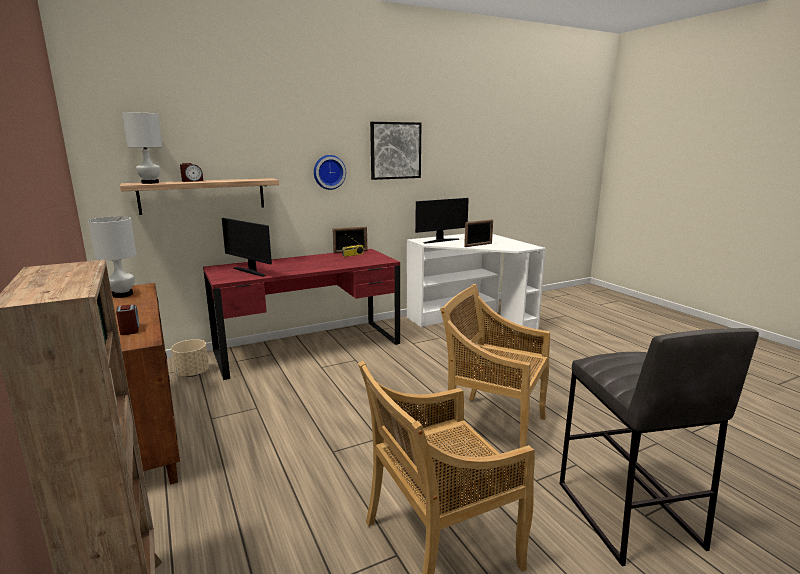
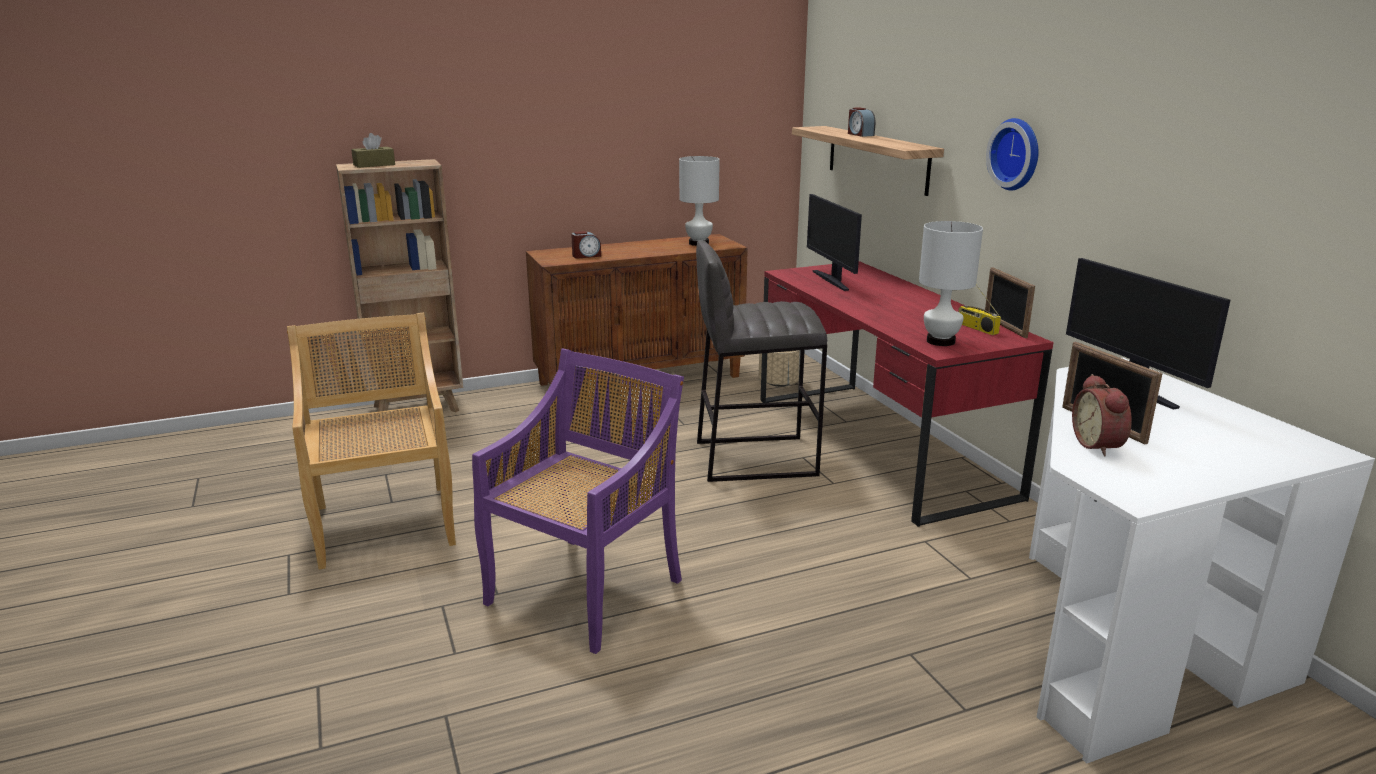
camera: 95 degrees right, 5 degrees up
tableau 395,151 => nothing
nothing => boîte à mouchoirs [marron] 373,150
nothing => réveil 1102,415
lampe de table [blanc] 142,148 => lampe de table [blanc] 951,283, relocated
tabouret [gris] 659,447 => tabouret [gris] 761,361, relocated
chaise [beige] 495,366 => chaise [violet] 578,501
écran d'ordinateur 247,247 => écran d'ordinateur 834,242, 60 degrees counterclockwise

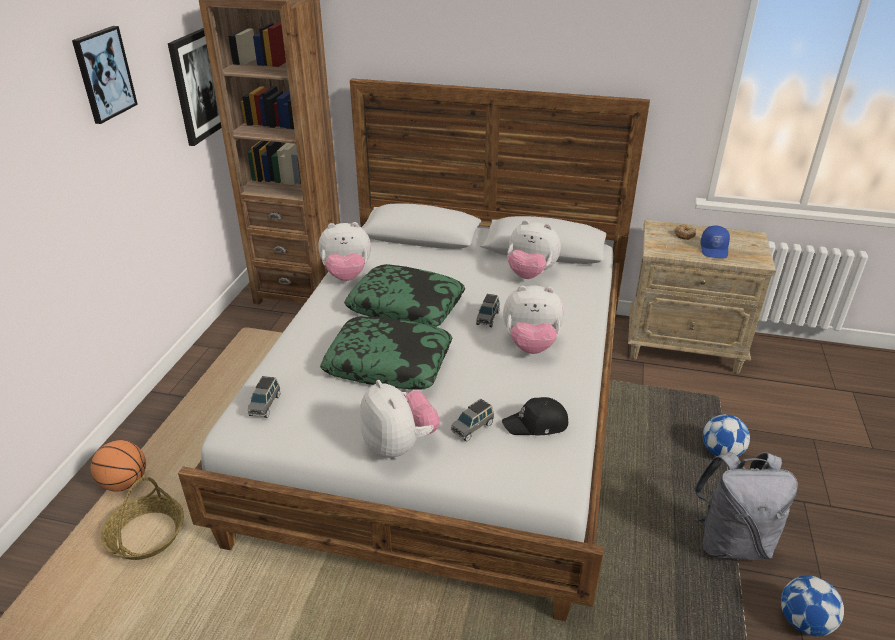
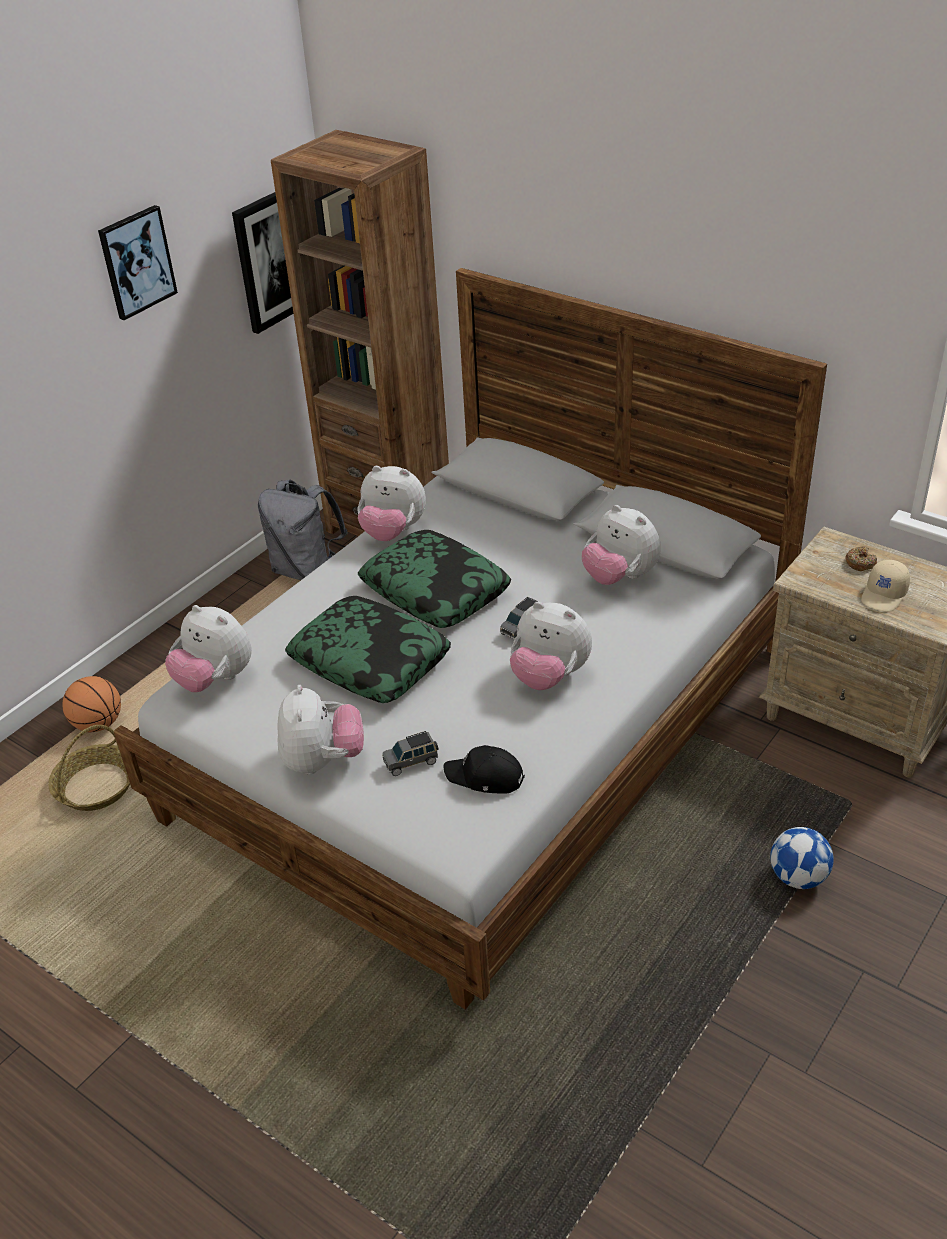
camera: 25 degrees right, 5 degrees up
ballon de foot 812,606 => nothing
sac à dos [gris] 745,506 => sac à dos [gris] 303,530, relocated
petite voiture [gris] 264,397 => peluche 208,648
casquette [bleu] 715,242 => casquette [beige] 885,586

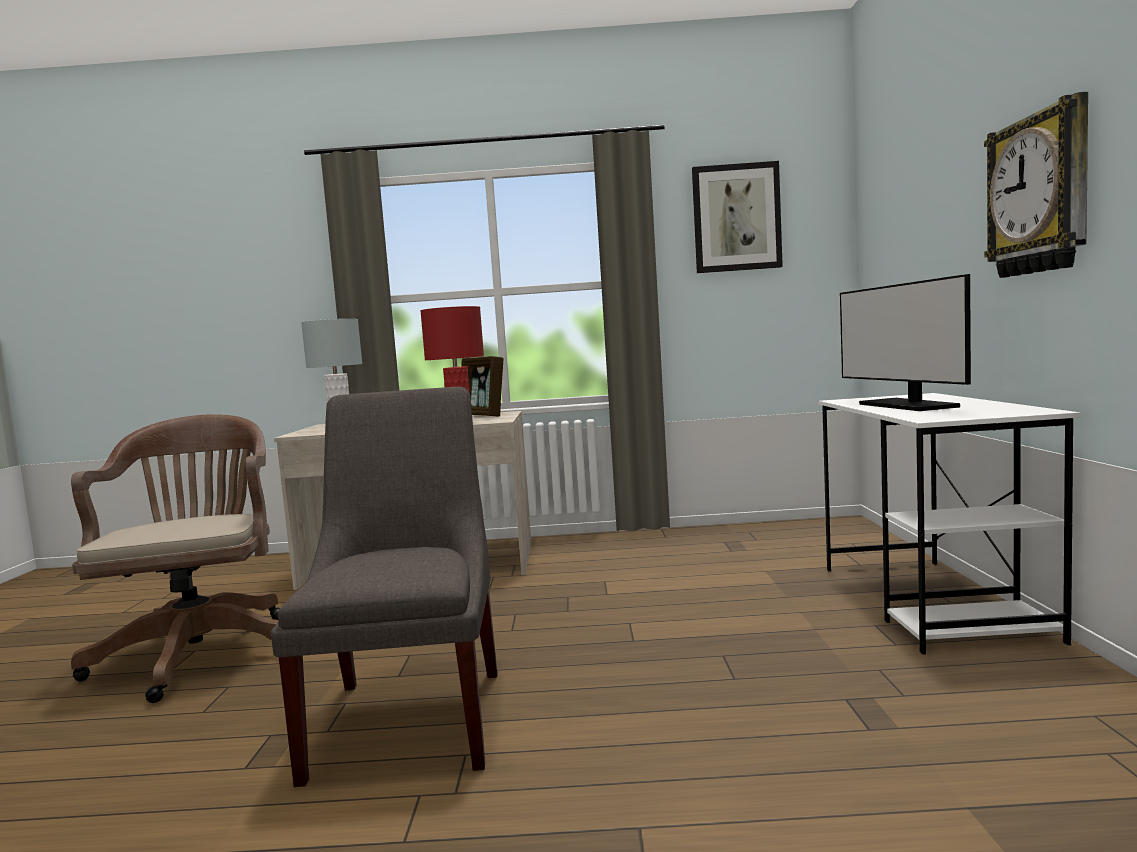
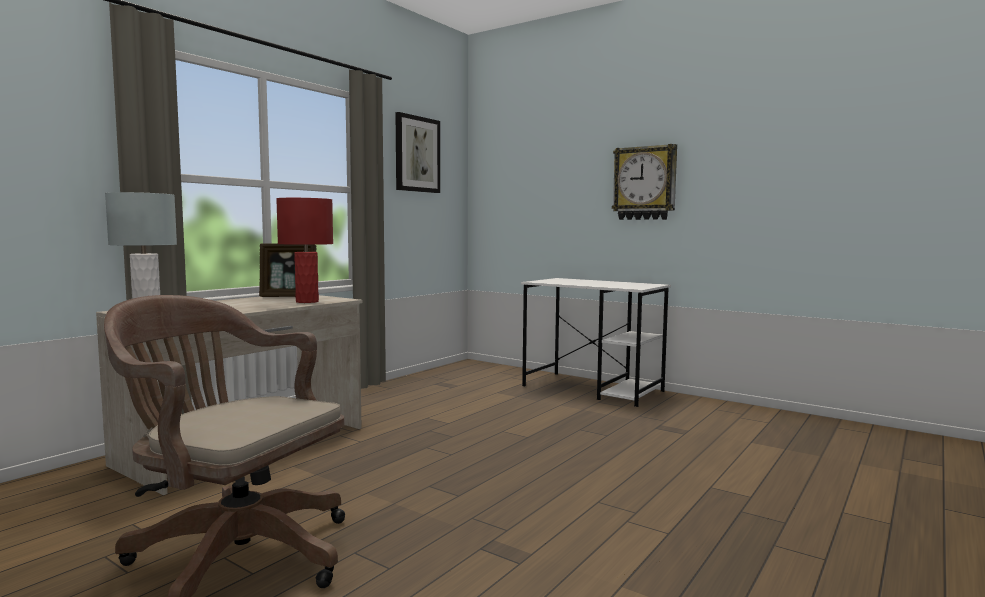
camera: 55 degrees left, 0 degrees up
chaise [gris] 384,586 => nothing
écran d'ordinateur 905,342 => nothing

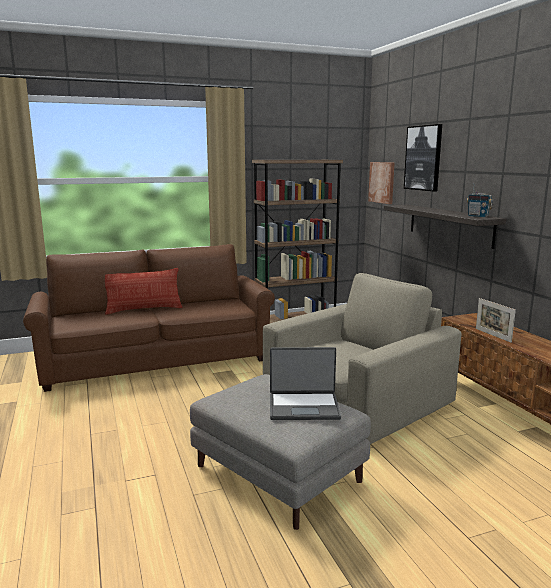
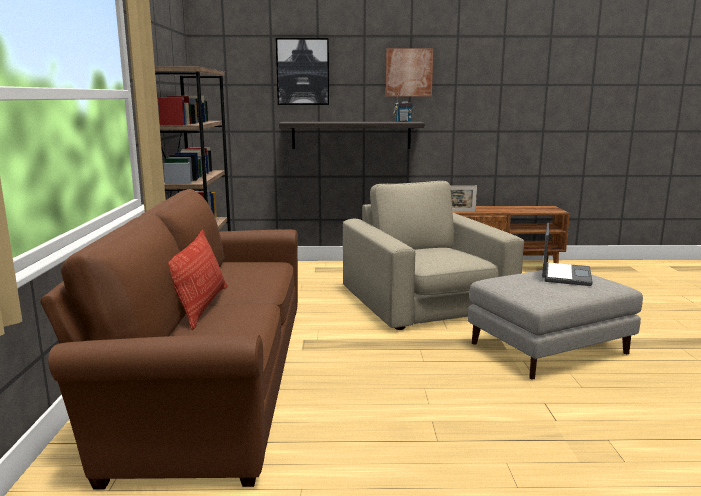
camera: 70 degrees left, 0 degrees up
tableau 381,183 => tableau 409,72, relocated

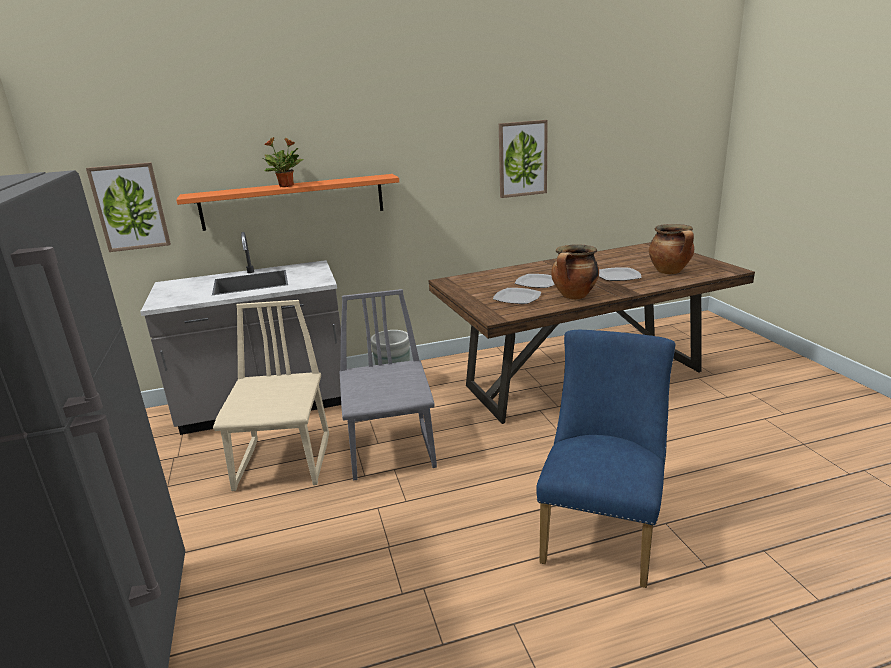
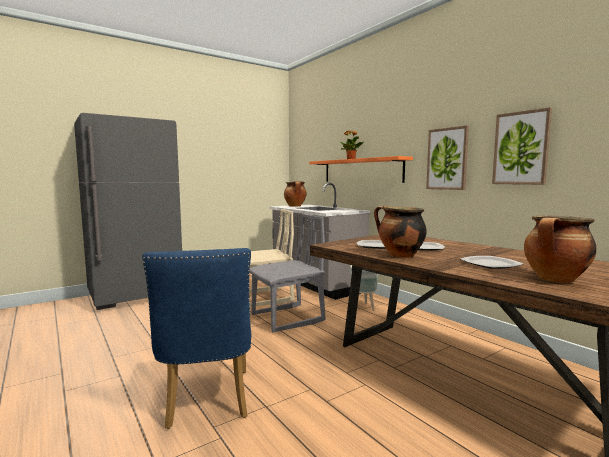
camera: 70 degrees right, 15 degrees down
nothing => marmite 295,194
tableau 128,207 => tableau 447,157, relocated
chaise [bleu] 605,459 => chaise [bleu] 196,338, 75 degrees clockwise

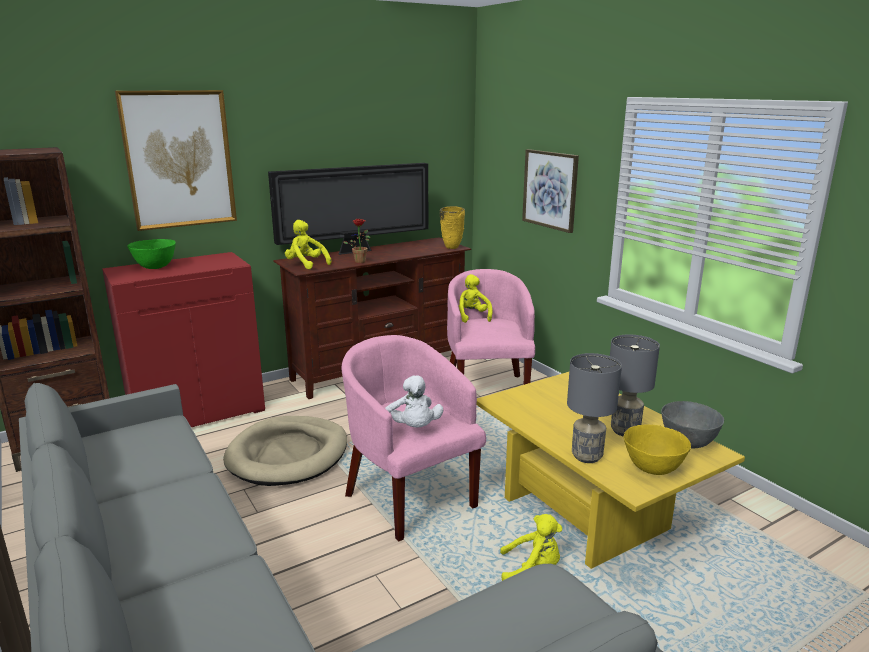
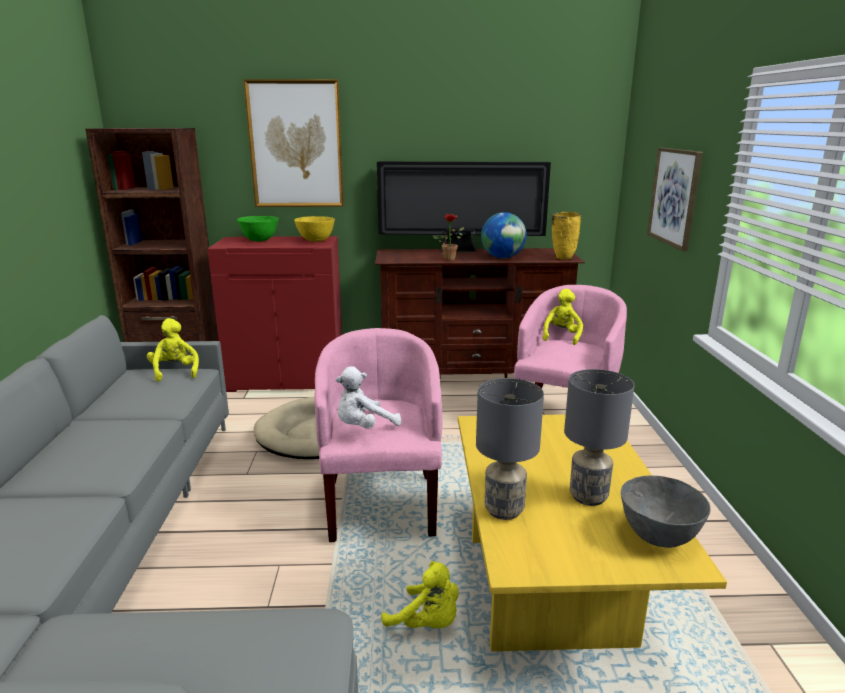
camera: 30 degrees right, 0 degrees up
nothing => globe 504,235
peluche [jaune] 308,244 => peluche [jaune] 173,350, relocated
bol [jaune] 657,450 => bol [jaune] 314,229, relocated
peluche [blanc] 414,401 => peluche [blanc] 369,398, 45 degrees clockwise

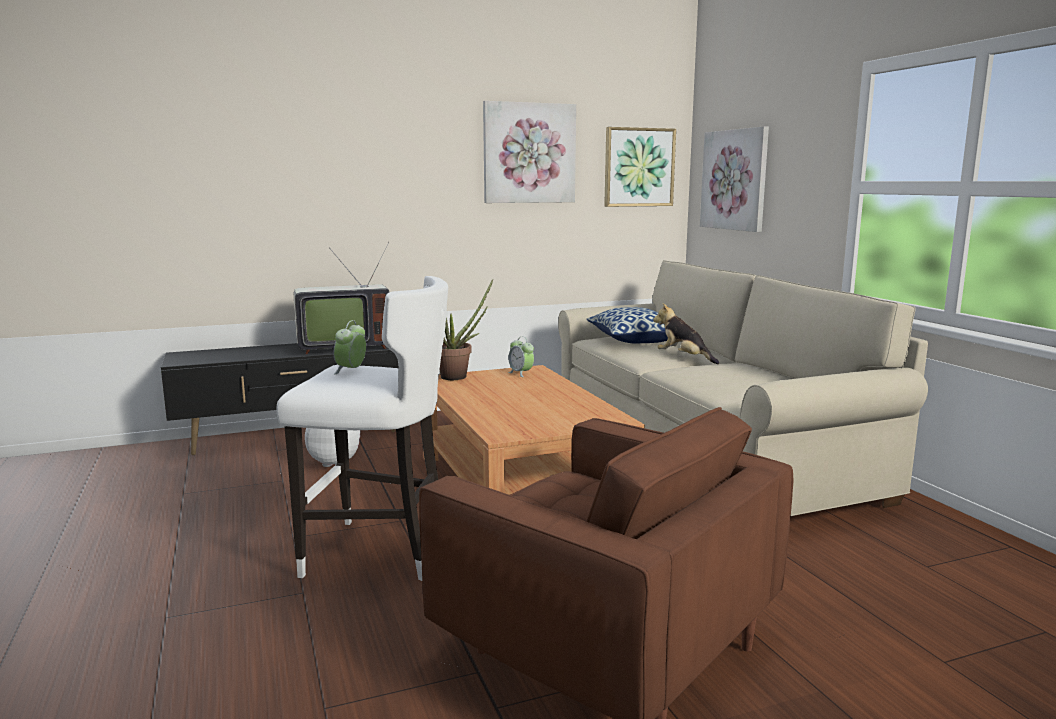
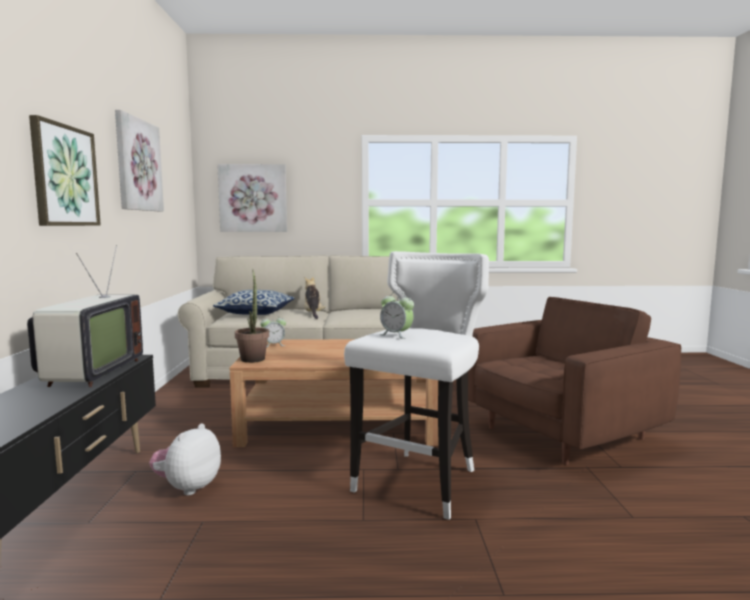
camera: 70 degrees left, 5 degrees down
tableau 640,167 => tableau 65,170, relocated
peluche 686,333 => peluche 315,298, 105 degrees clockwise

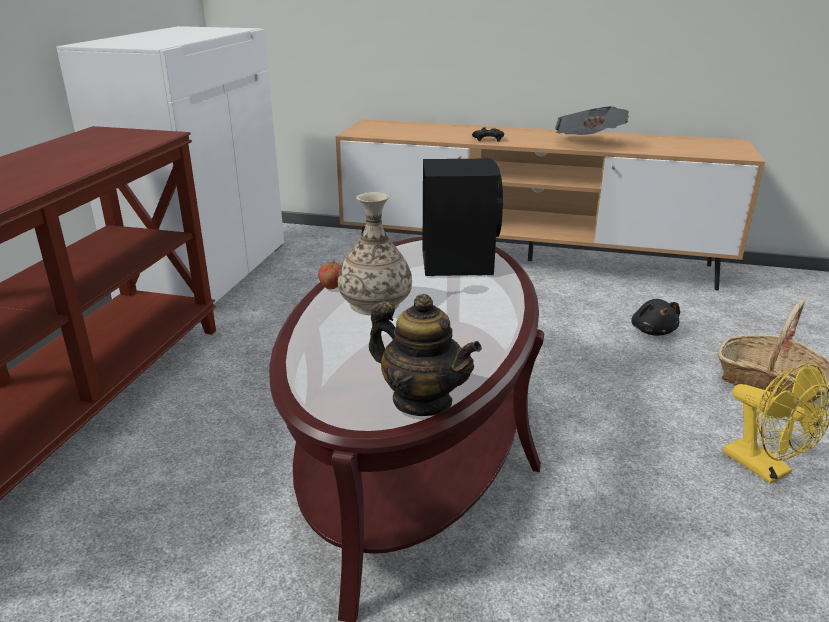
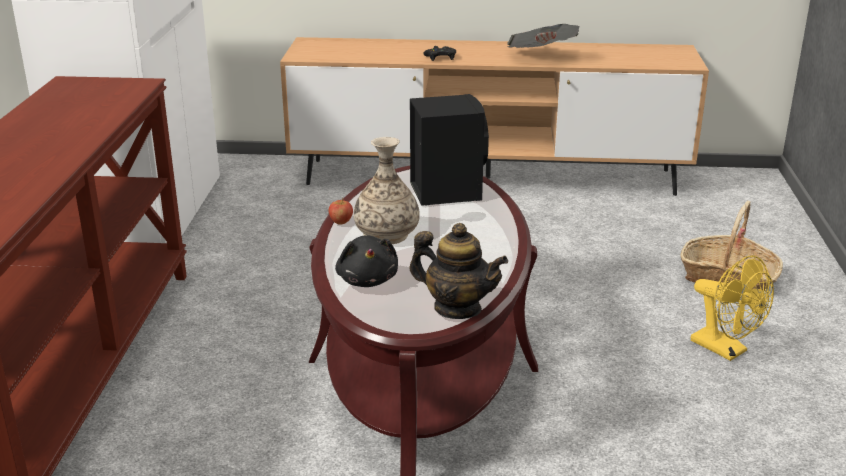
camera: 10 degrees left, 0 degrees up
peluche [noir] 655,317 => peluche [noir] 366,261, relocated

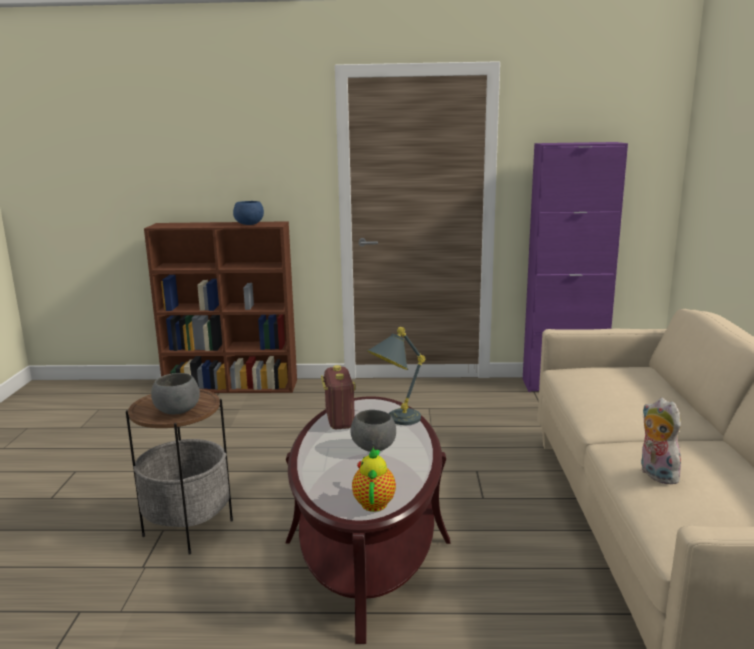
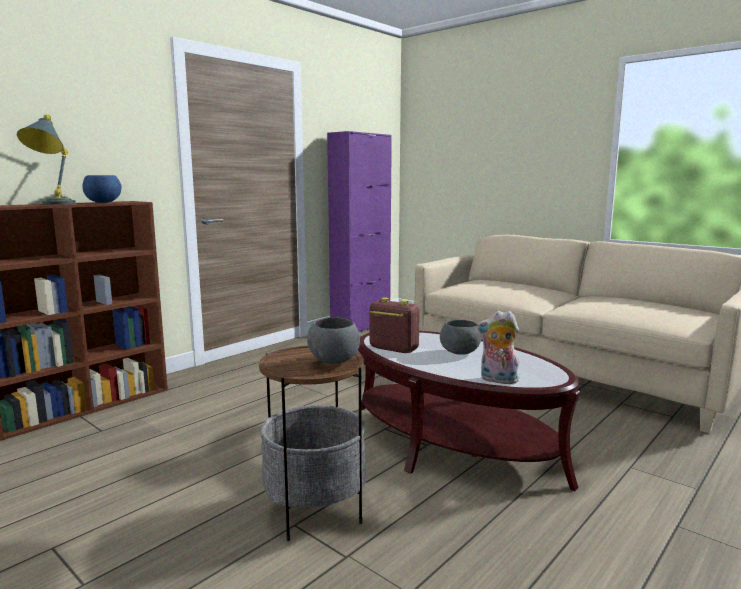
camera: 50 degrees left, 5 degrees down
théière 374,479 => nothing
lampe de table [gris] 396,376 => lampe de table [gris] 46,159, relocated
peluche 661,440 => peluche 499,347, relocated

